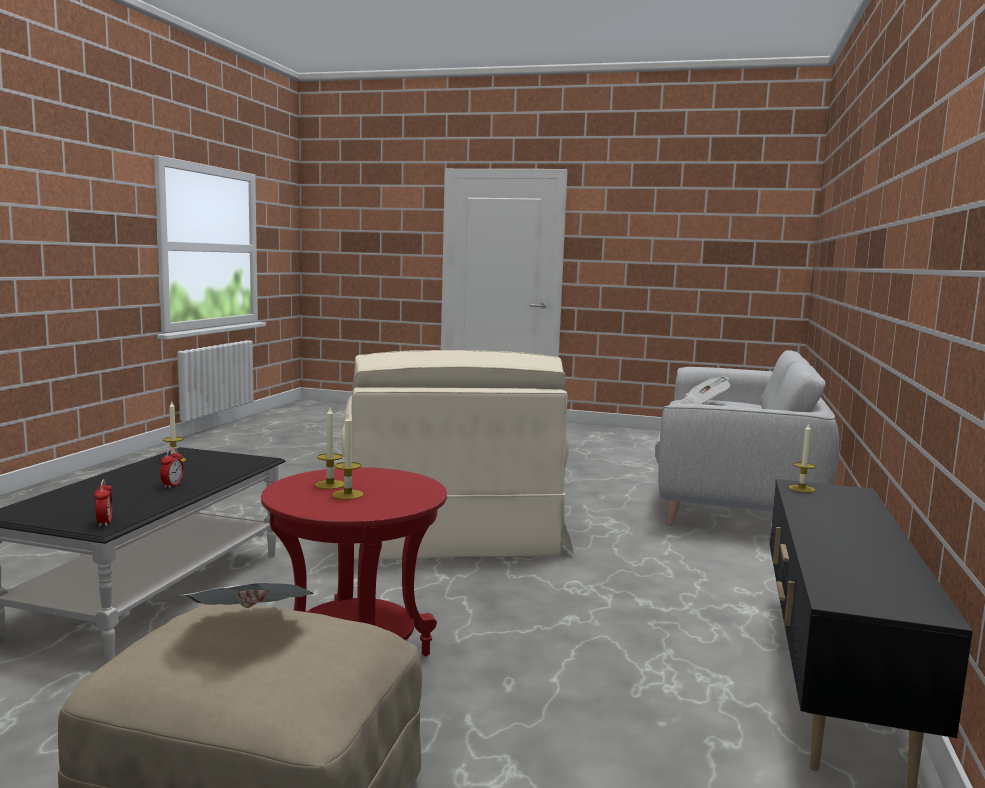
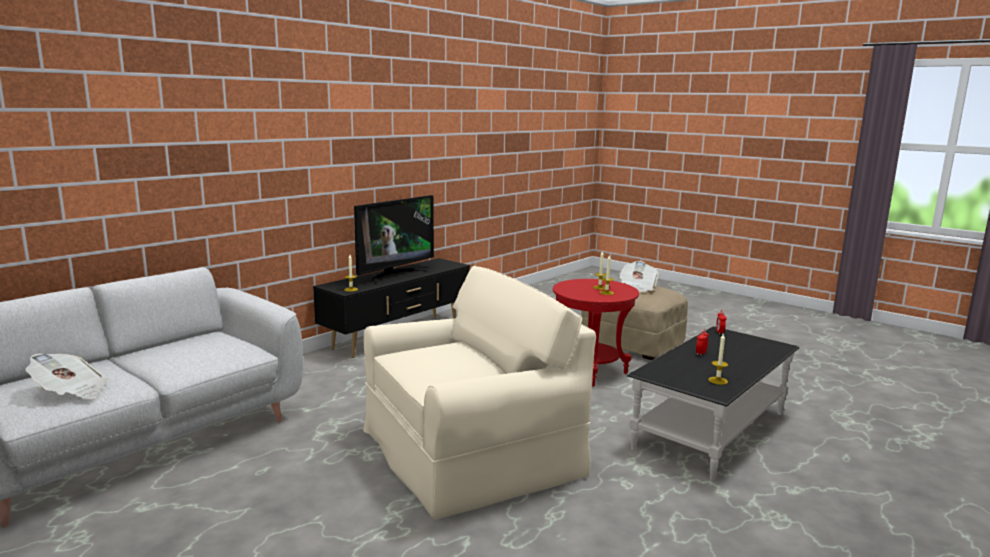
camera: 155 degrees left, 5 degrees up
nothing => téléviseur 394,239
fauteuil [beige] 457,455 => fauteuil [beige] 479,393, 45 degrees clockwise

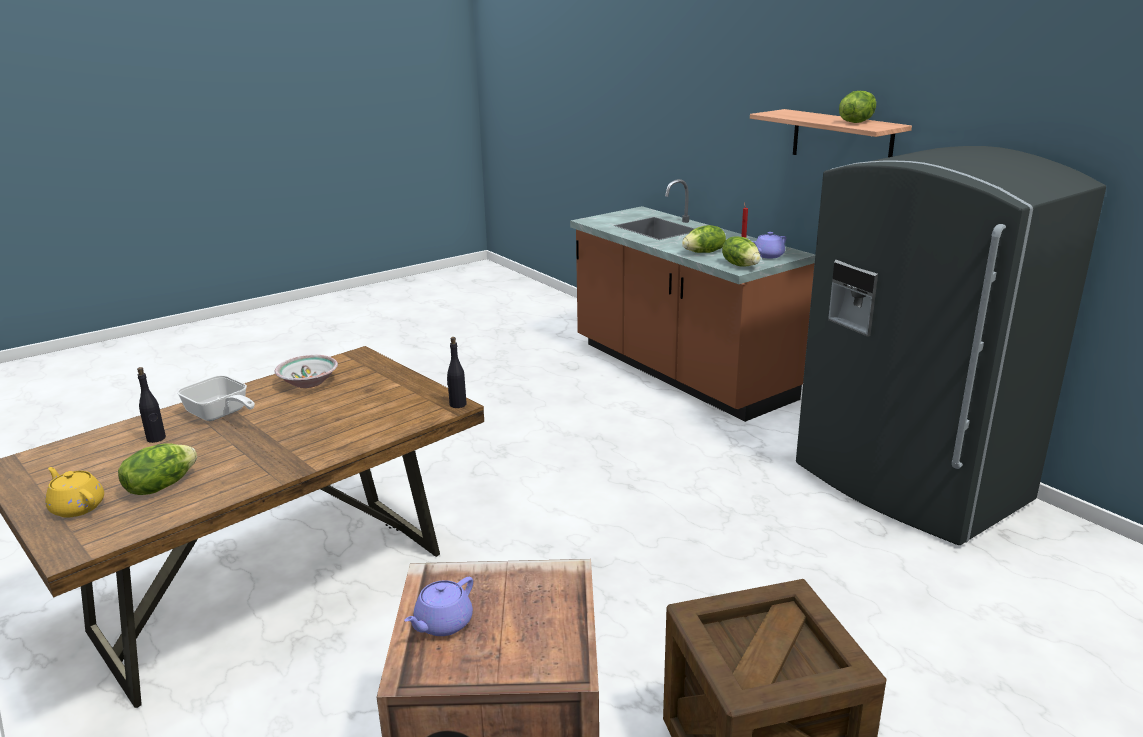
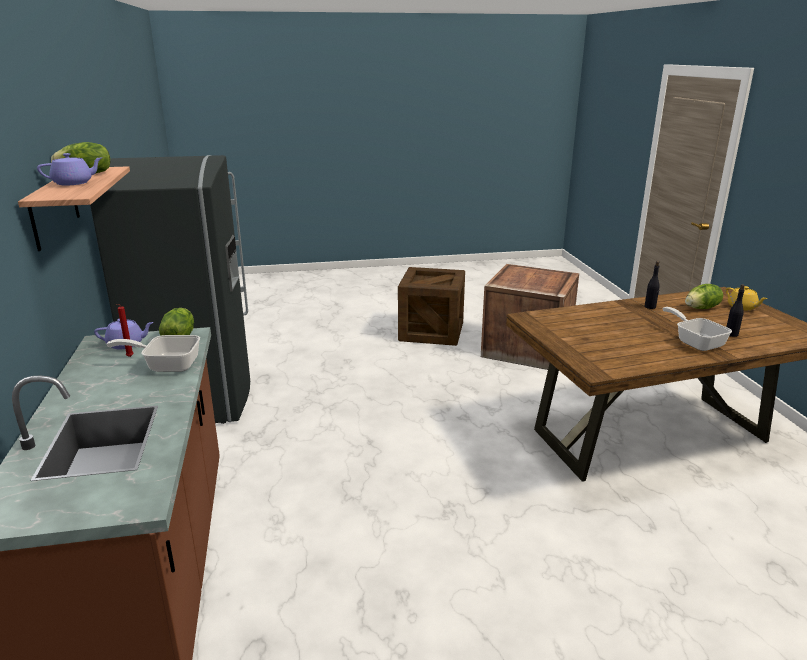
camera: 155 degrees left, 0 degrees up
bol 306,371 => nothing
théière [violet] 438,606 => théière [violet] 70,169, relocated
bouteille [noir] 456,372 => bouteille [noir] 652,285, relocated
laitue 704,239 => poêle 153,353

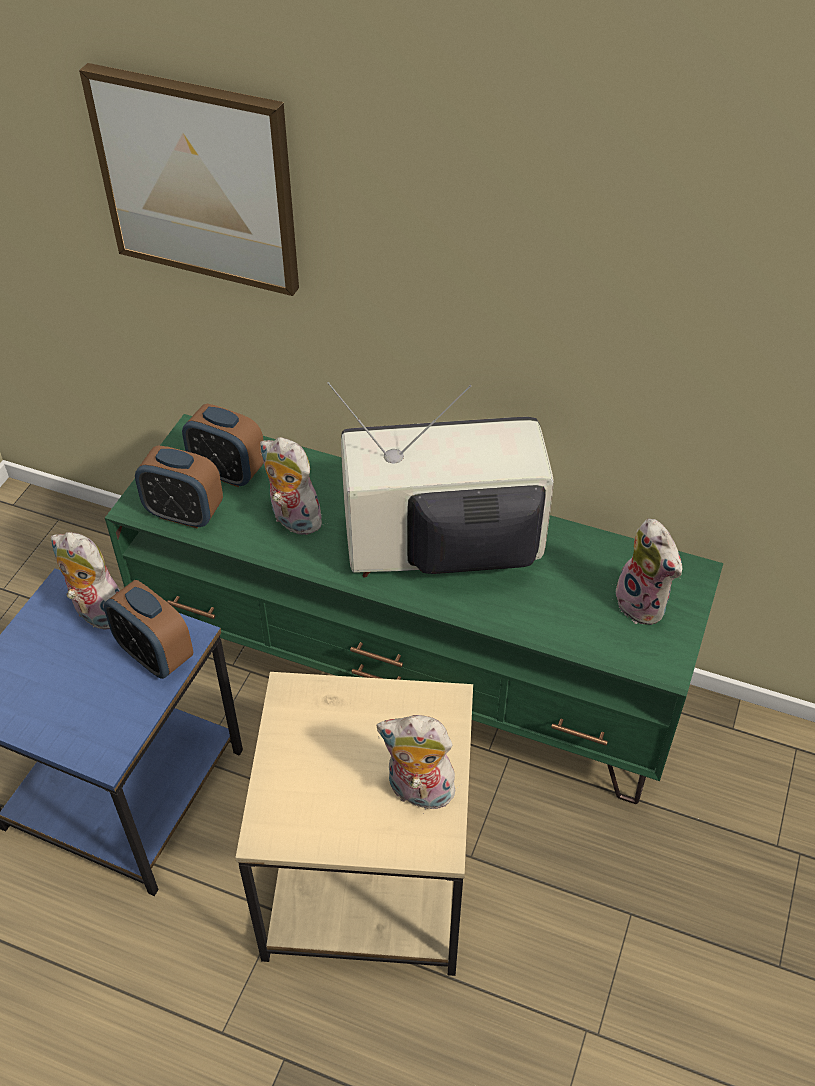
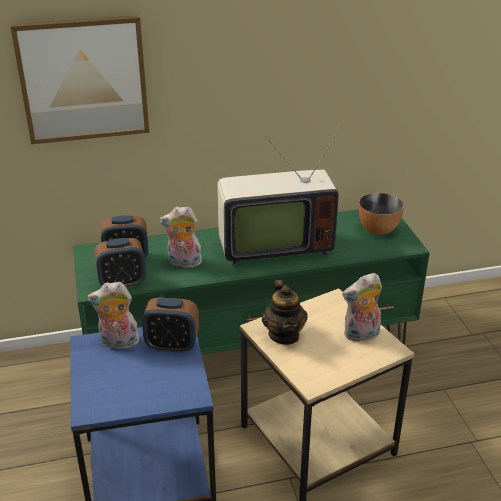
camera: 35 degrees left, 15 degrees down
nothing => théière 285,312
peluche 649,572 => bol 381,214
téléviseur 440,479 => téléviseur 279,195, 150 degrees counterclockwise

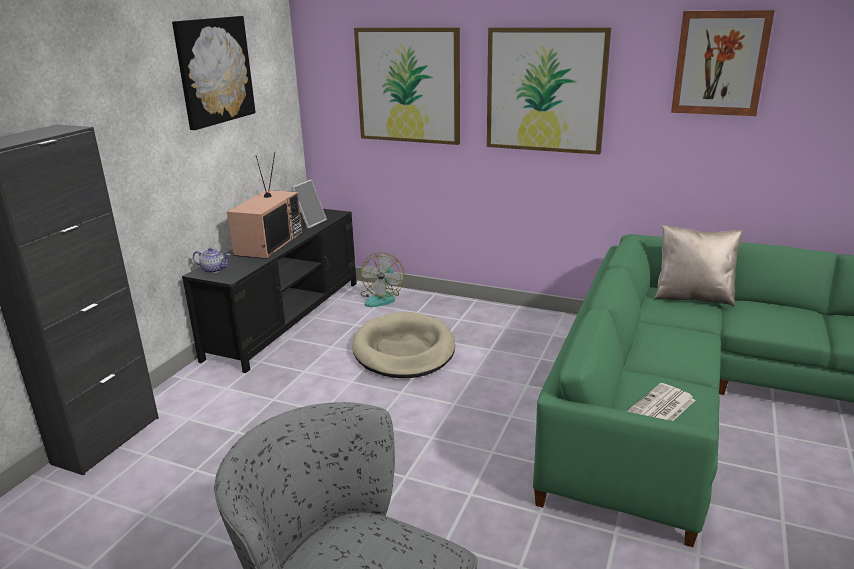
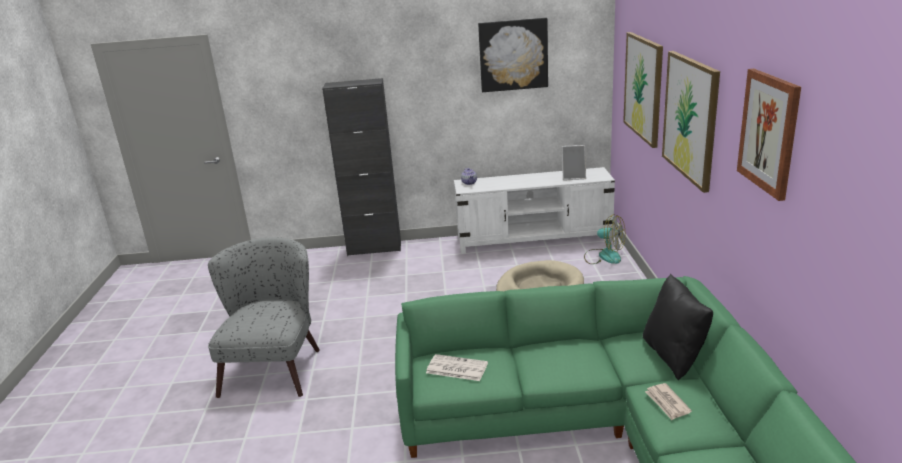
camera: 65 degrees right, 0 degrees up
téléviseur 264,205 => nothing
nothing => journal 668,401
meuble télé [noir] 269,291 => meuble télé [blanc] 534,210
coussin [beige] 698,266 => coussin [noir] 678,327
ventilateur 382,279 => ventilateur 604,239, 135 degrees counterclockwise

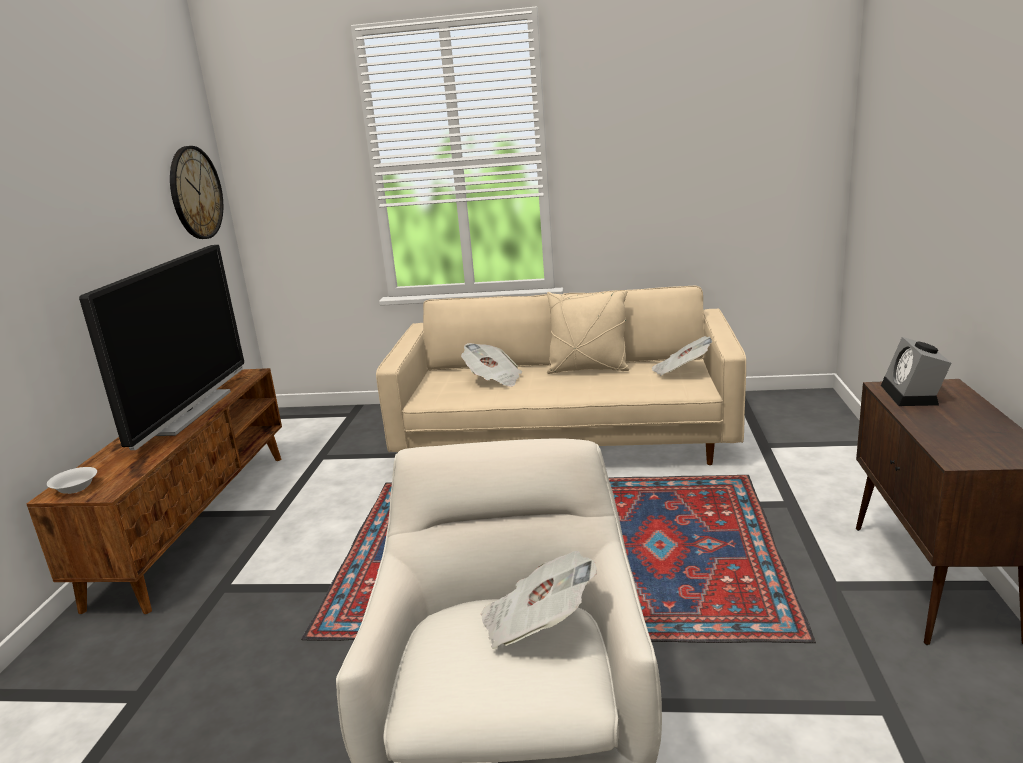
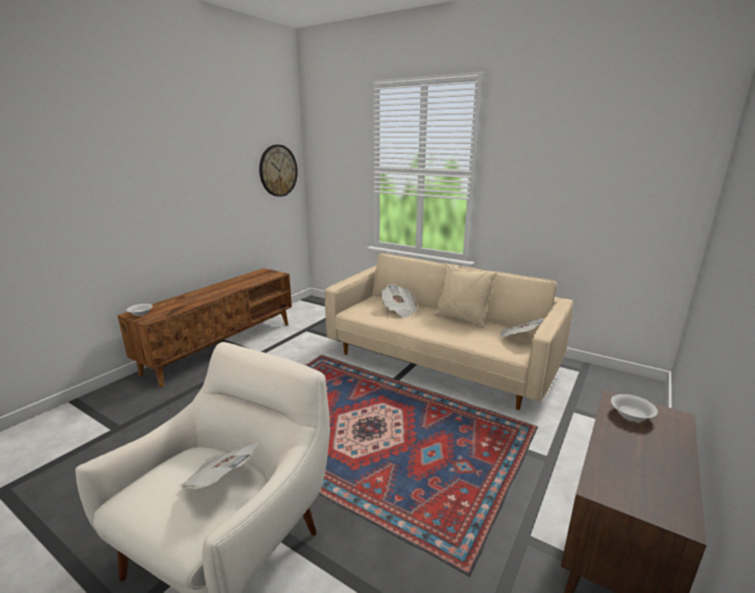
camera: 25 degrees right, 0 degrees up
téléviseur 161,347 => nothing
réveil 916,371 => bol [blanc] 634,407

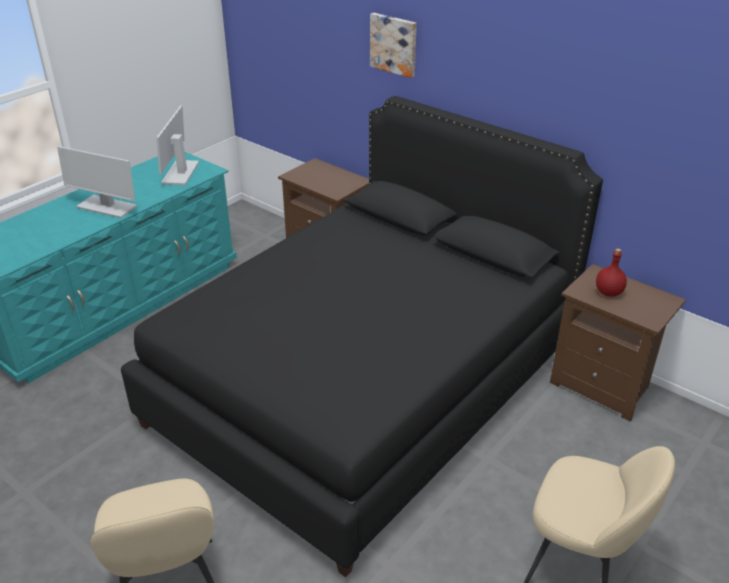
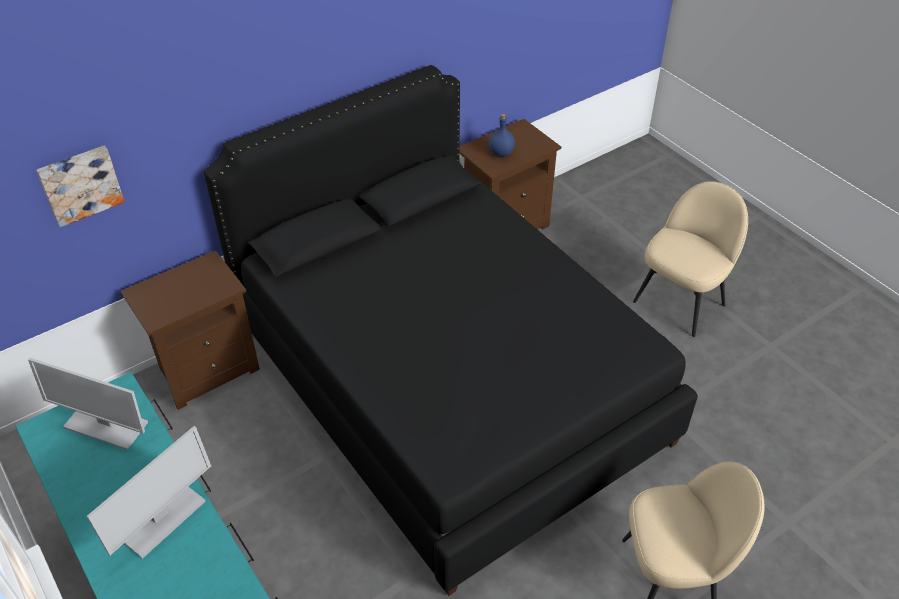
camera: 75 degrees left, 10 degrees up
tableau 393,45 => tableau 80,186, relocated
bouteille [rouge] 611,272 => bouteille [bleu] 502,135

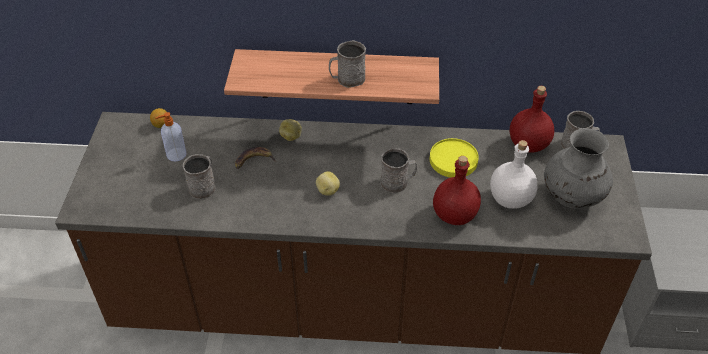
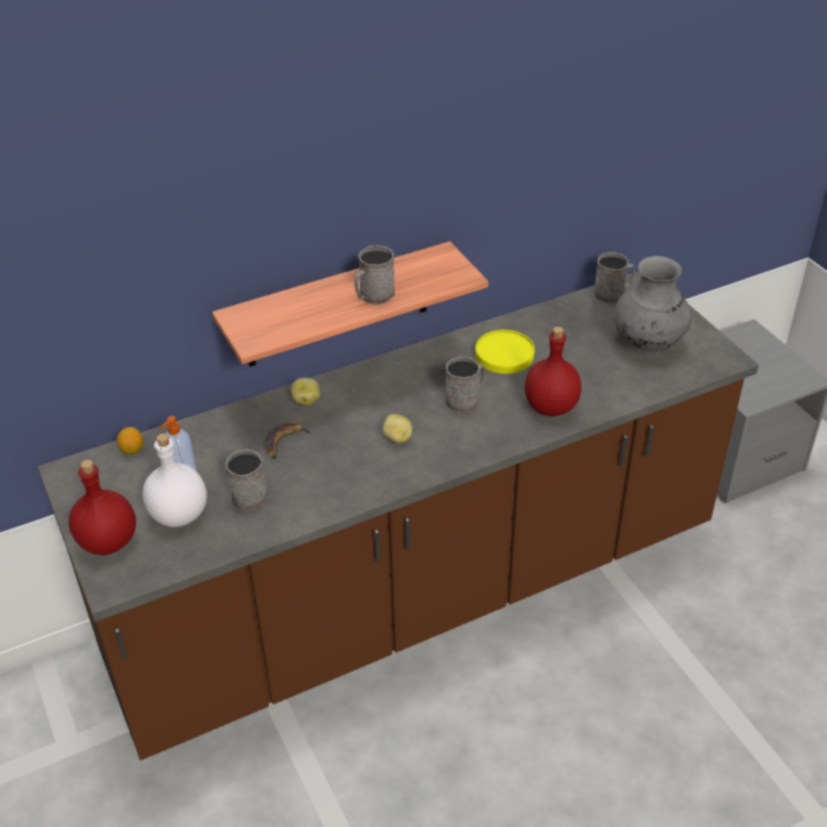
camera: 30 degrees left, 5 degrees down
bouteille [blanc] 514,174 => bouteille [blanc] 174,480, relocated
bouteille [rouge] 532,119 => bouteille [rouge] 102,507, relocated

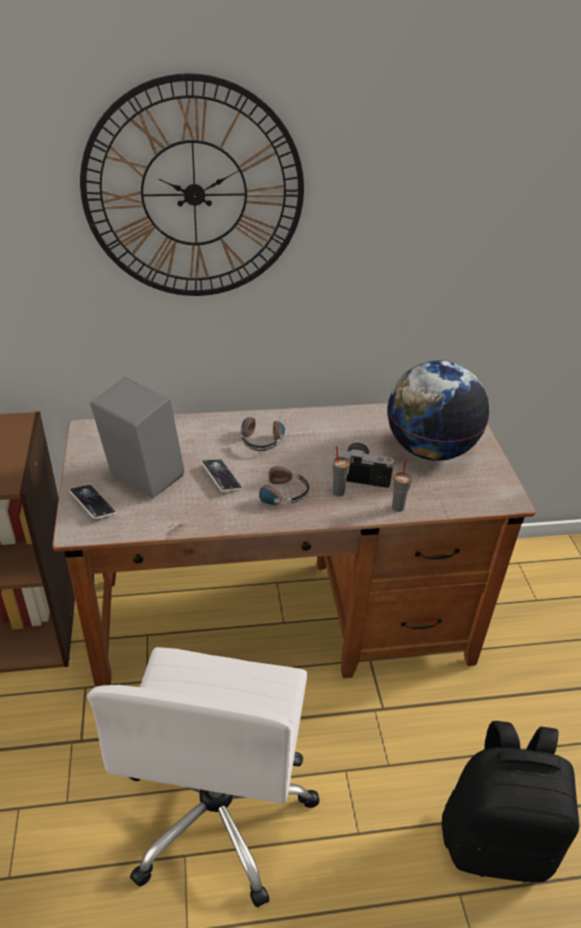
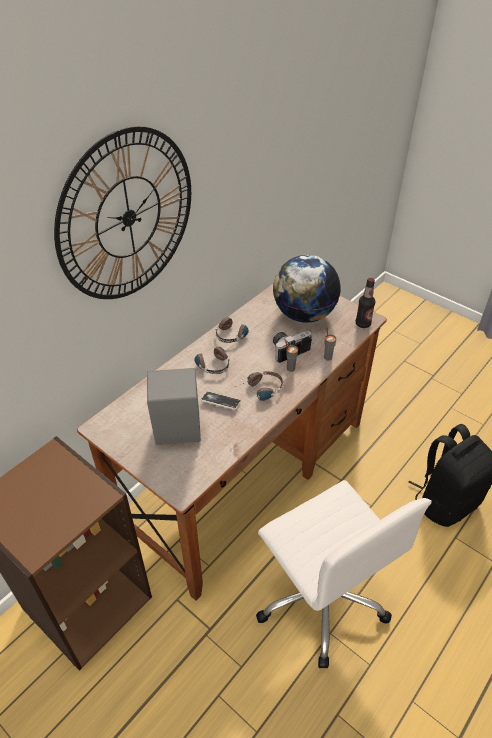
camera: 40 degrees left, 5 degrees up
téléphone 92,502 => nothing
nothing => casque audio 233,330
nothing => bouteille 365,303

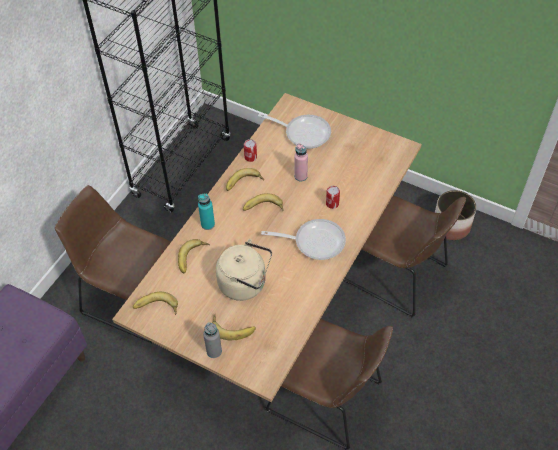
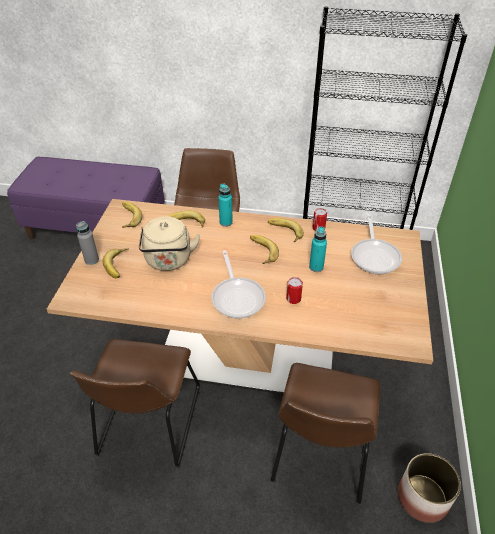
camera: 70 degrees right, 10 degrees down
bouteille [rose] 301,162 => bouteille [turquoise] 318,249

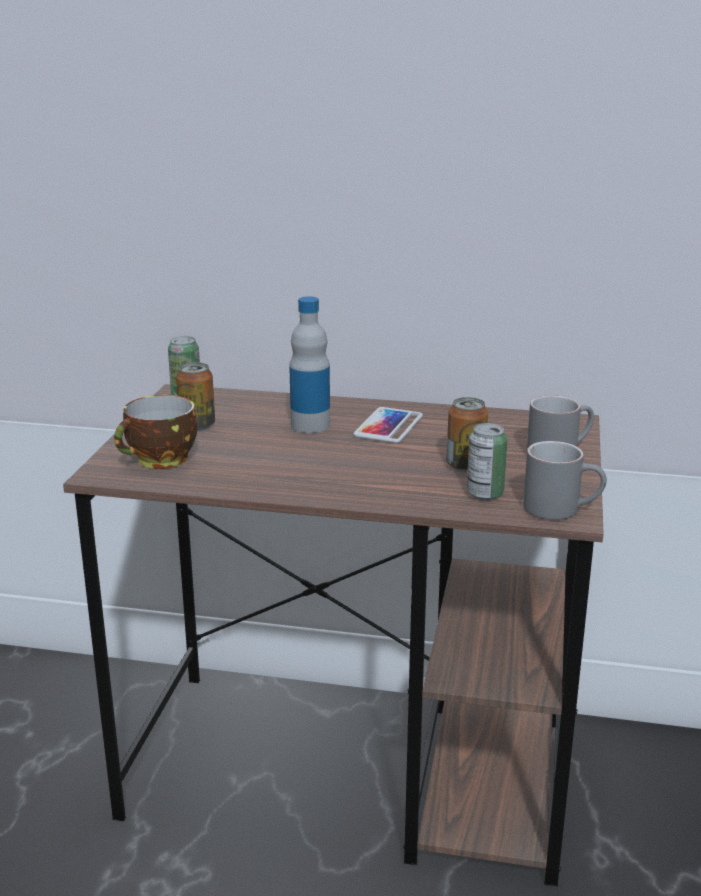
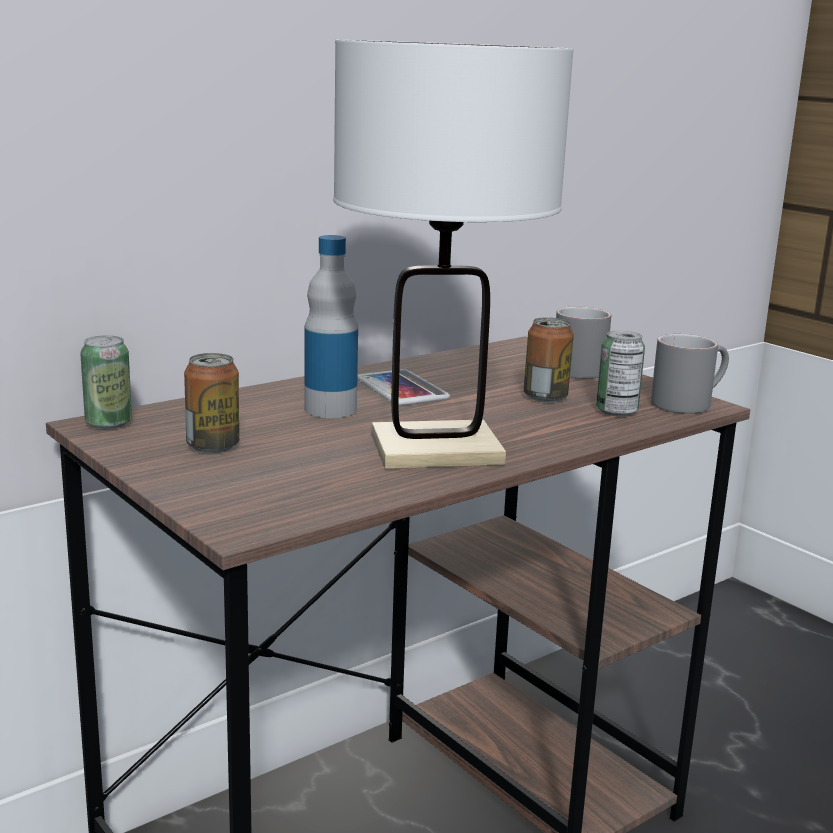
camera: 50 degrees left, 5 degrees down
tasse 155,432 => nothing
nothing => lampe de table [blanc] 453,254

